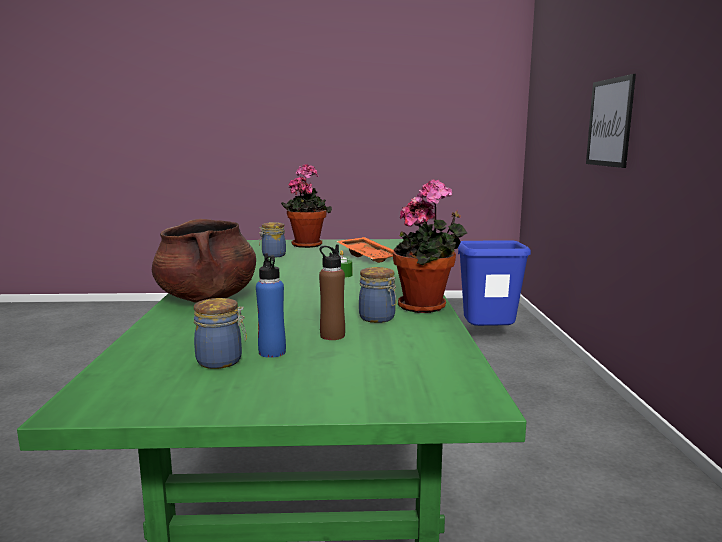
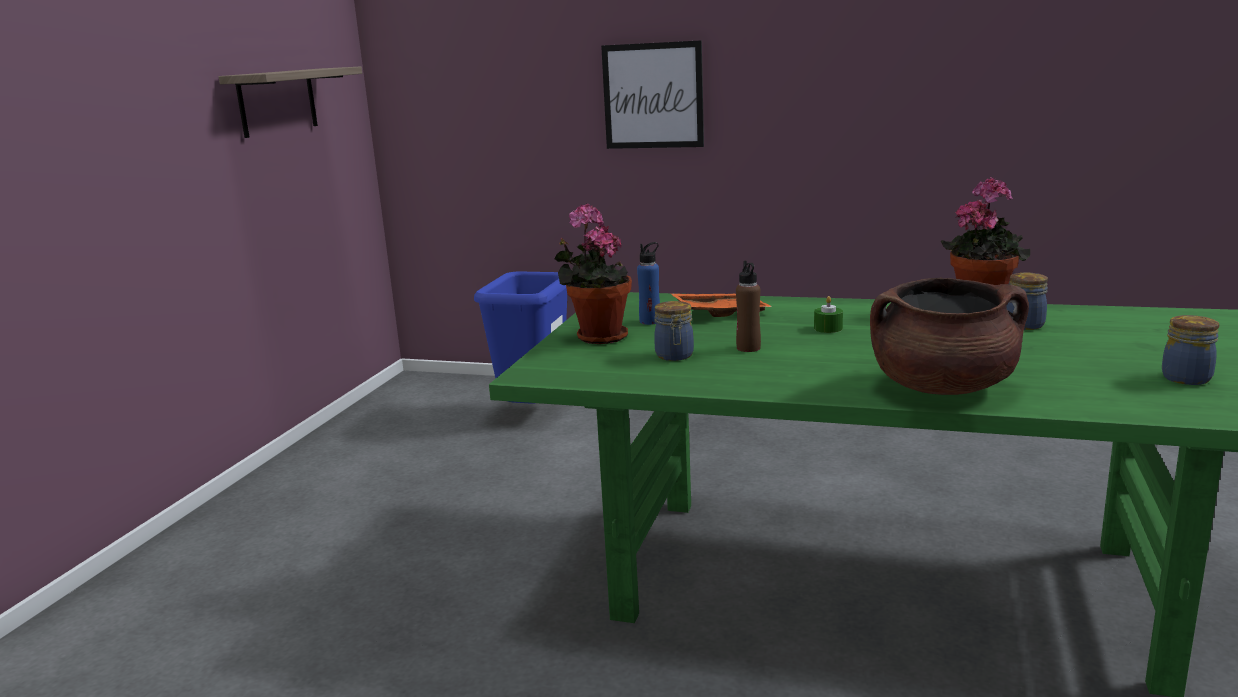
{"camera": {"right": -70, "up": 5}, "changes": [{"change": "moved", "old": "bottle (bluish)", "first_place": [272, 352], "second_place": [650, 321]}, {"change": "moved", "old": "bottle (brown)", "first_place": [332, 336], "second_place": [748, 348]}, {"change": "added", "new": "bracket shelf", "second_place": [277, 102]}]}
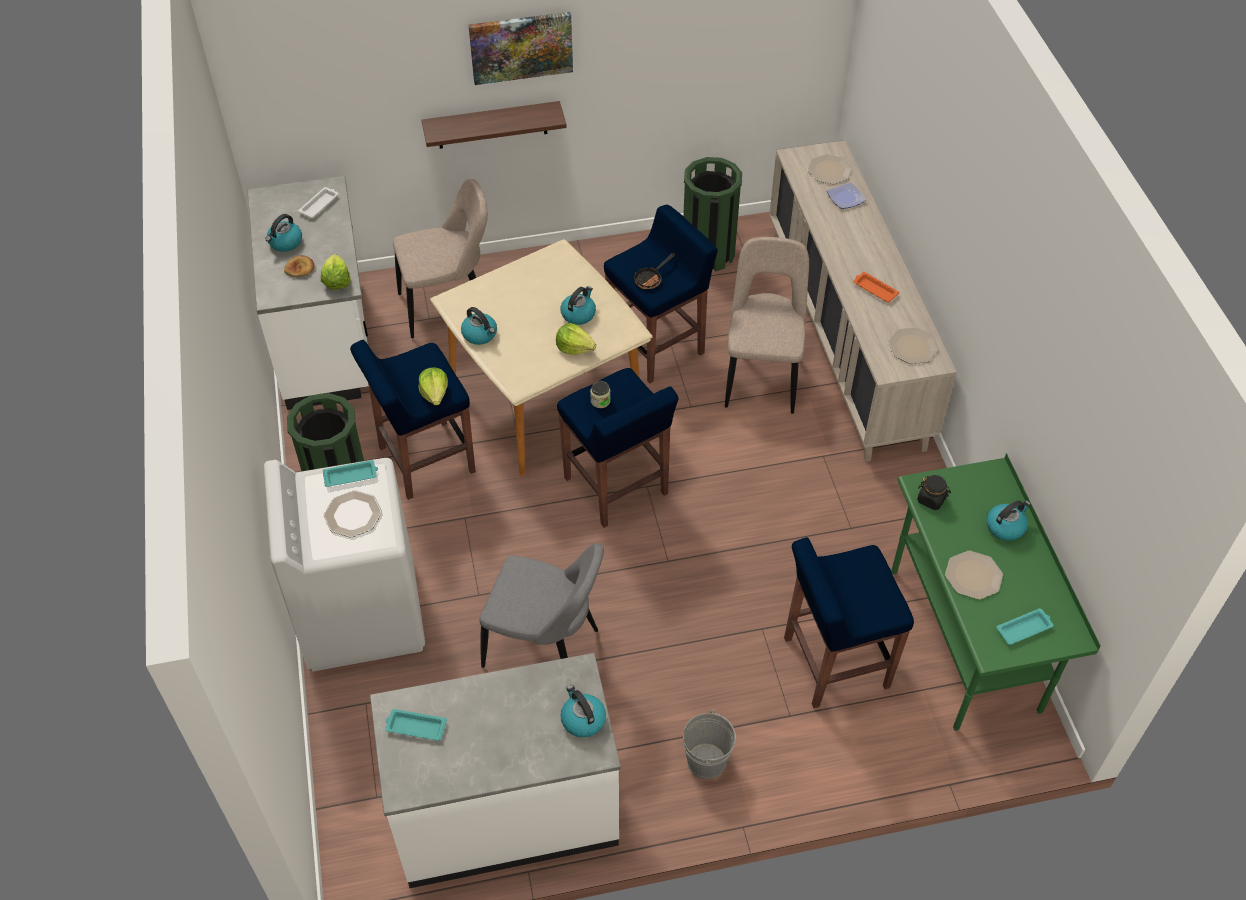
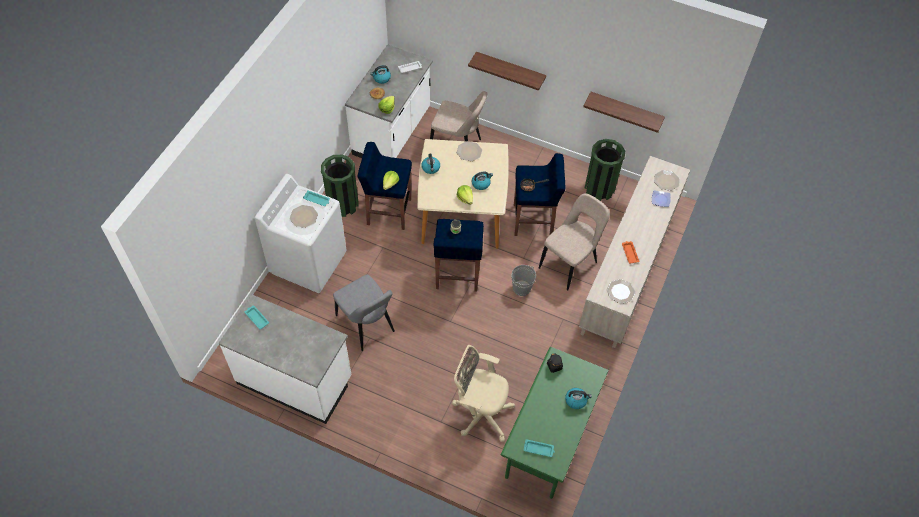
{"camera": {"right": 35, "up": 5}, "changes": [{"change": "removed", "old": "wall art", "first_place": [521, 47]}, {"change": "removed", "old": "kettle", "first_place": [582, 719]}, {"change": "moved", "old": "water bucket (greyish)", "first_place": [706, 761], "second_place": [521, 288]}, {"change": "replaced", "old": "stool seat (bluish)", "new": "computer chair (beige-coloured)", "first_place": [833, 663], "second_place": [480, 413]}, {"change": "moved", "old": "flat dish", "first_place": [973, 575], "second_place": [469, 151]}, {"change": "added", "new": "bracket shelf", "second_place": [625, 111]}]}
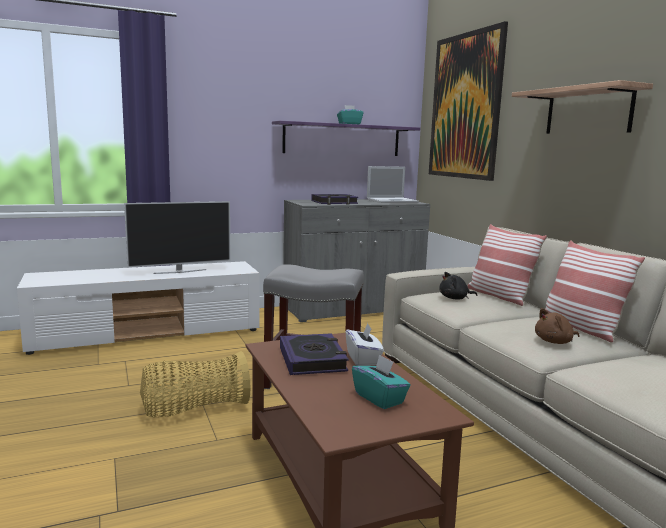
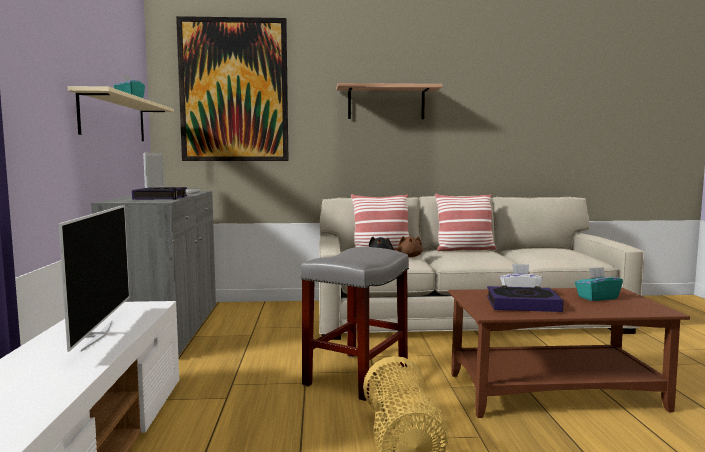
{"camera": {"right": -70, "up": -5}, "changes": [{"change": "recoloured", "old": "bracket shelf (purplish)", "new": "bracket shelf (beige-coloured)", "first_place": [342, 139], "second_place": [114, 119]}, {"change": "moved", "old": "cuddly toy (brown)", "first_place": [555, 342], "second_place": [410, 256]}]}
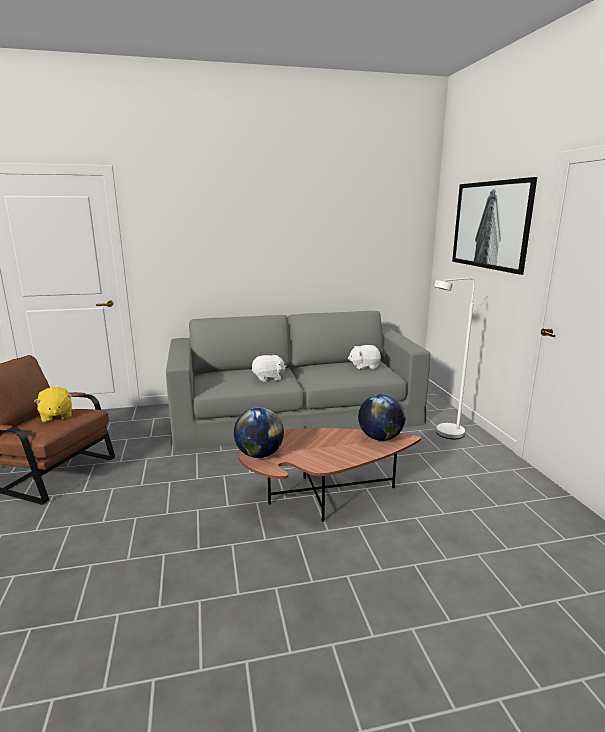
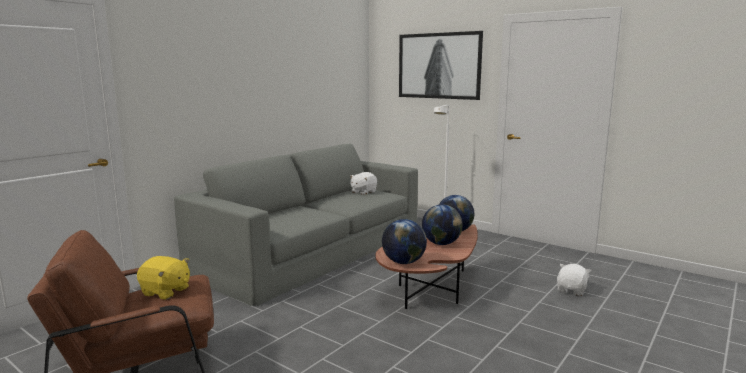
{"camera": {"right": -40, "up": -5}, "changes": [{"change": "moved", "old": "cuddly toy (whitish)", "first_place": [268, 378], "second_place": [572, 290]}, {"change": "added", "new": "desk globe", "second_place": [441, 243]}]}
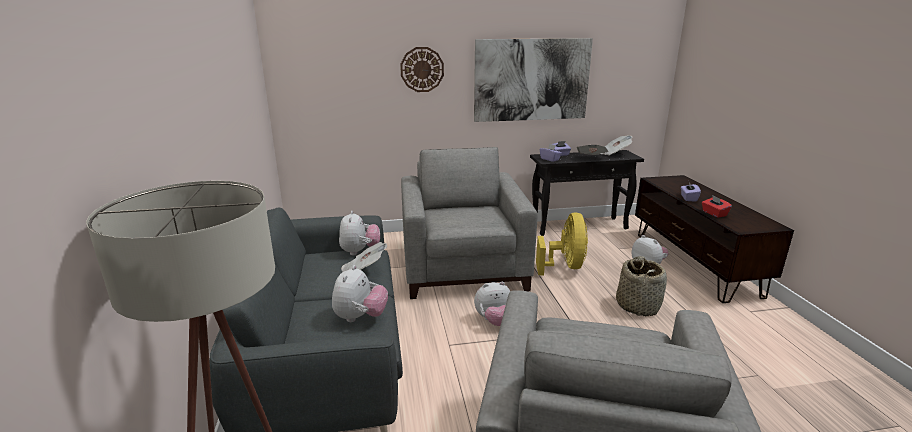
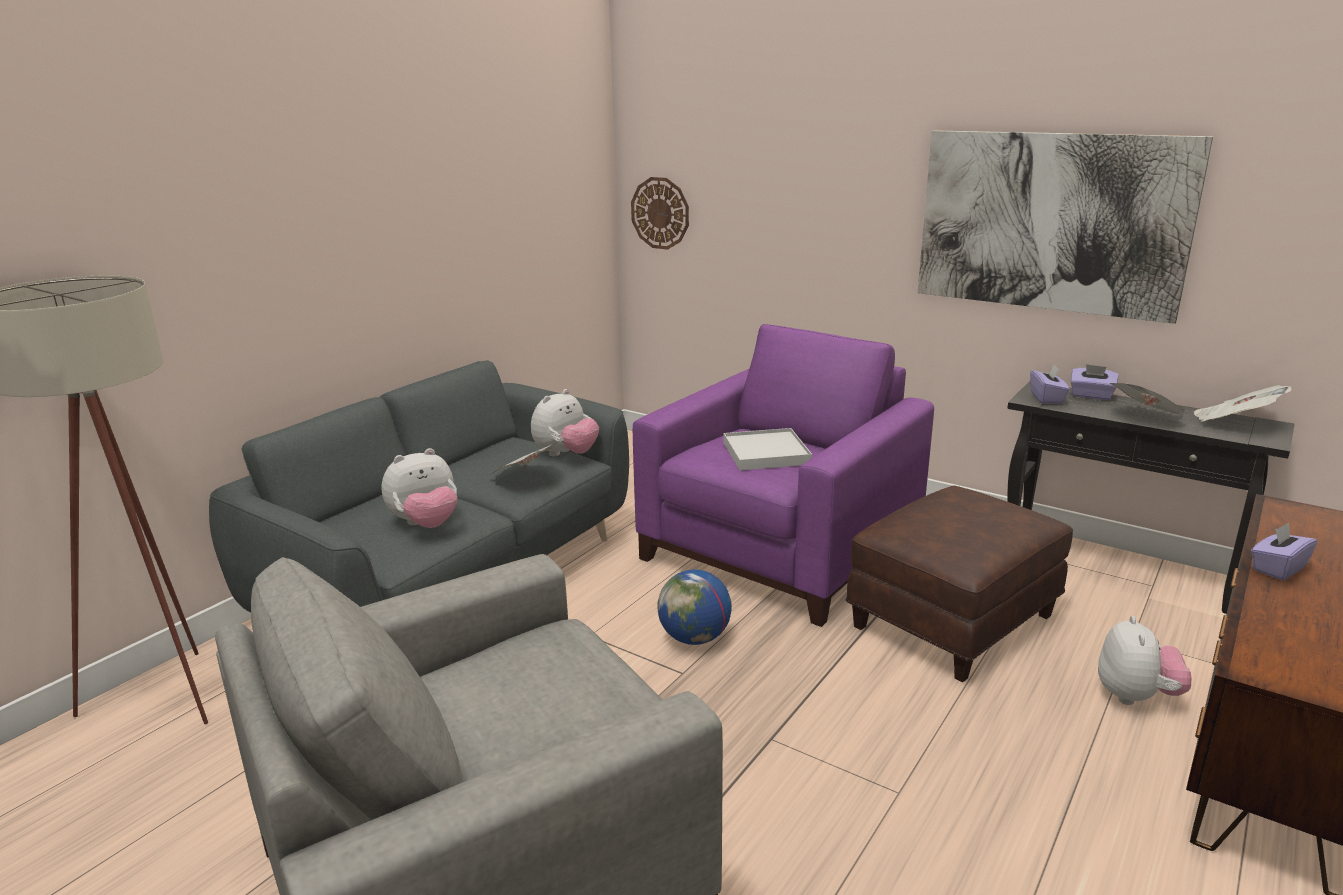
{"camera": {"right": 45, "up": 0}, "changes": [{"change": "moved", "old": "wall clock", "first_place": [422, 69], "second_place": [660, 213]}, {"change": "recoloured", "old": "easy chair (greyish)", "new": "easy chair (purplish)", "first_place": [463, 267], "second_place": [780, 549]}, {"change": "replaced", "old": "cuddly toy", "new": "desk globe", "first_place": [494, 321], "second_place": [694, 638]}, {"change": "replaced", "old": "cooling fan (yellow)", "new": "ottoman (brown)", "first_place": [565, 266], "second_place": [952, 620]}, {"change": "removed", "old": "basket", "first_place": [638, 306]}, {"change": "removed", "old": "tissue box (red)", "first_place": [714, 213]}, {"change": "added", "new": "carrying tray (whitish)", "second_place": [766, 453]}]}
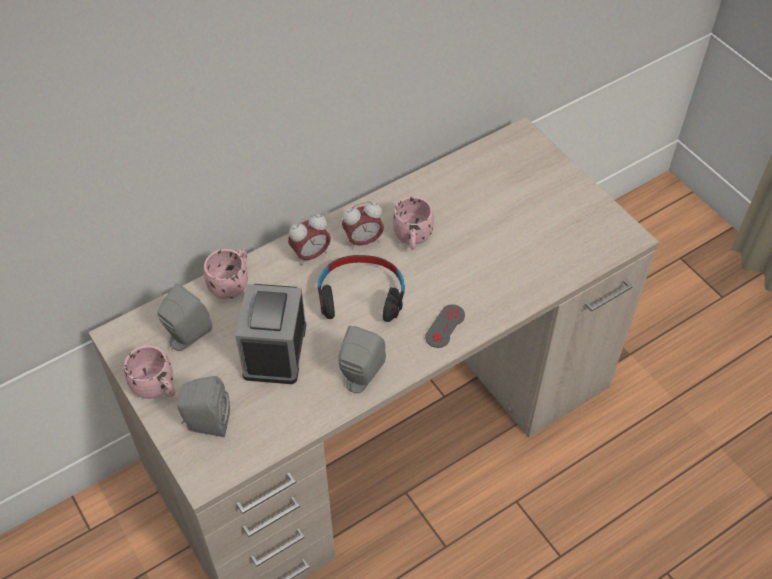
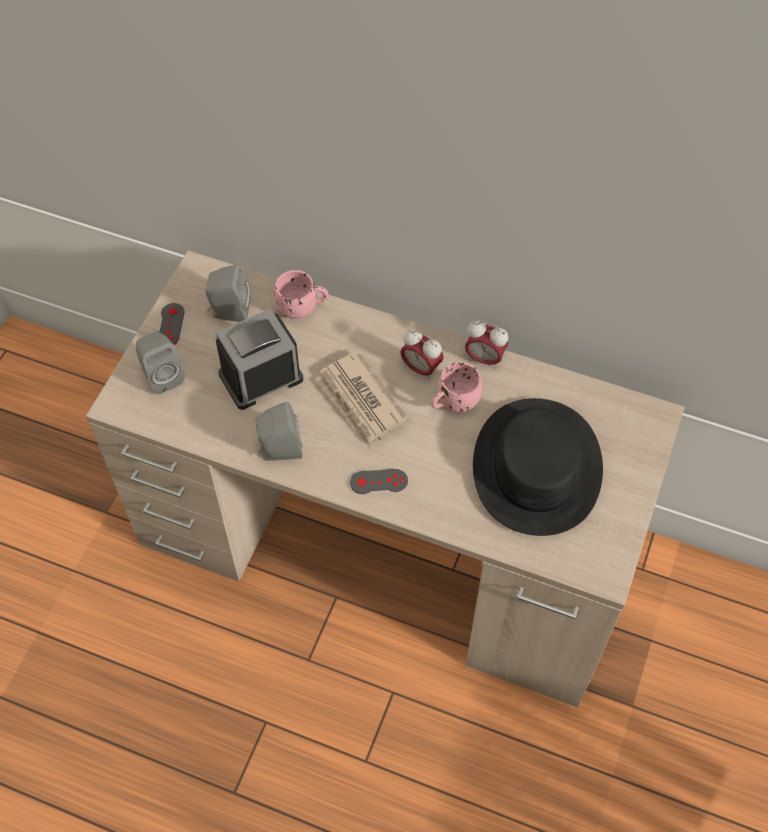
{"camera": {"right": 55, "up": 5}, "changes": [{"change": "replaced", "old": "coffee mug (pinkish)", "new": "gamepad (greyish)", "first_place": [157, 388], "second_place": [170, 325]}, {"change": "moved", "old": "alarm clock", "first_place": [311, 255], "second_place": [484, 359]}, {"change": "replaced", "old": "pair of headphones (black-coloured)", "new": "newspaper", "first_place": [361, 296], "second_place": [361, 402]}, {"change": "added", "new": "hat (black-coloured)", "second_place": [537, 467]}]}
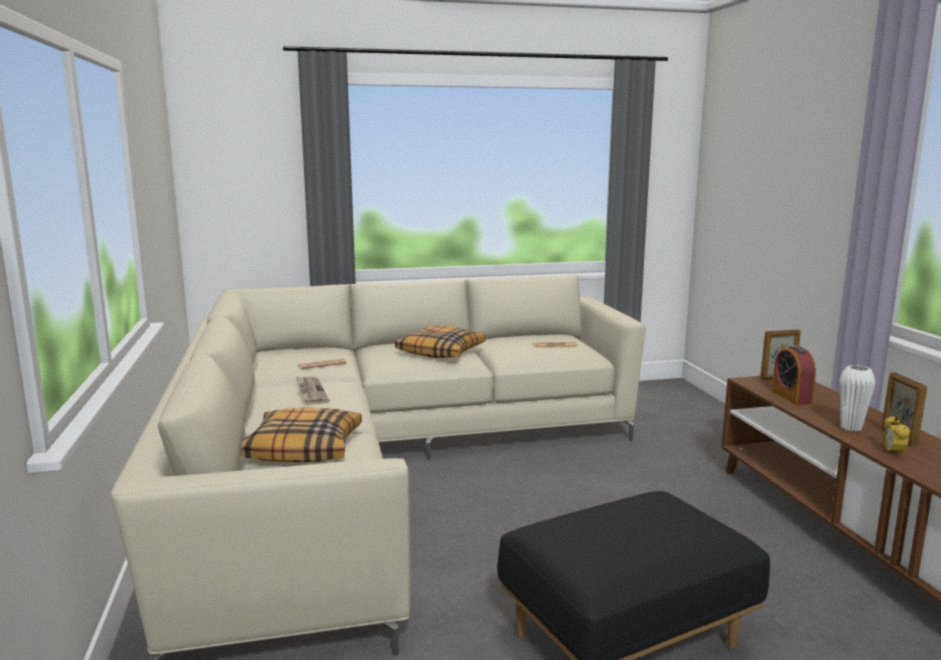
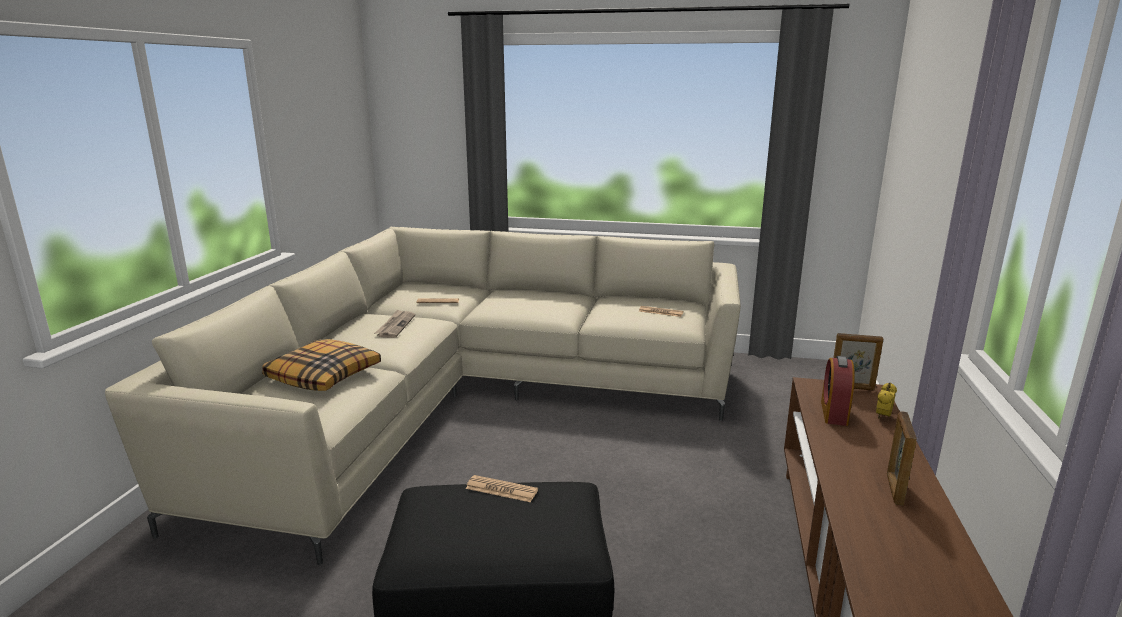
{"camera": {"right": 25, "up": 5}, "changes": [{"change": "removed", "old": "throw pillow", "first_place": [441, 352]}, {"change": "removed", "old": "vase (whitish)", "first_place": [851, 427]}, {"change": "moved", "old": "alarm clock", "first_place": [893, 453], "second_place": [883, 416]}, {"change": "added", "new": "newspaper", "second_place": [501, 489]}]}
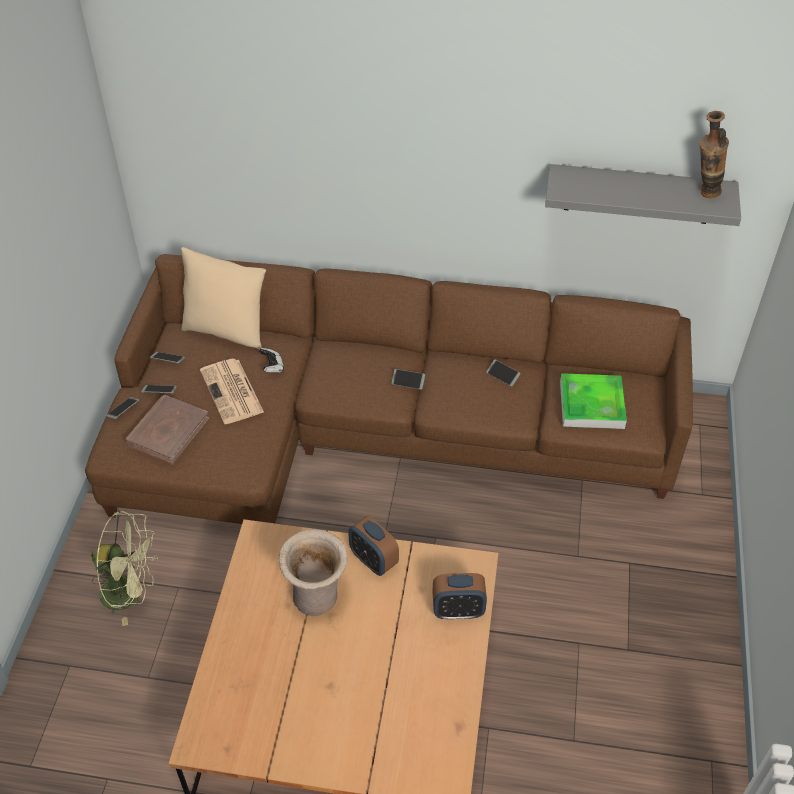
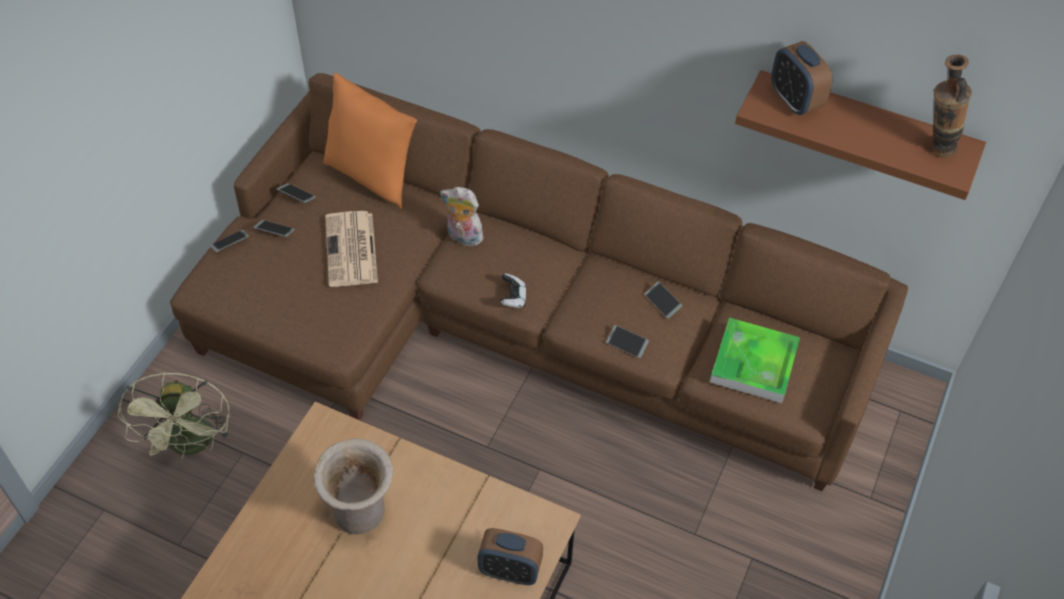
{"camera": {"right": 15, "up": 5}, "changes": [{"change": "turned", "old": "cooling fan (green)", "first_place": [131, 592], "second_place": [192, 445], "degrees": 60}, {"change": "removed", "old": "bound book (brown)", "first_place": [168, 431]}, {"change": "recoloured", "old": "throw pillow (beige-coloured)", "new": "throw pillow (orangey)", "first_place": [226, 331], "second_place": [372, 176]}, {"change": "moved", "old": "gamepad", "first_place": [272, 366], "second_place": [513, 297]}, {"change": "moved", "old": "alarm clock", "first_place": [373, 560], "second_place": [795, 100]}, {"change": "moved", "old": "phone", "first_place": [408, 381], "second_place": [627, 344]}, {"change": "recoloured", "old": "bracket shelf (greyish)", "new": "bracket shelf (brown)", "first_place": [638, 194], "second_place": [863, 129]}, {"change": "added", "new": "cuddly toy", "second_place": [462, 237]}]}
